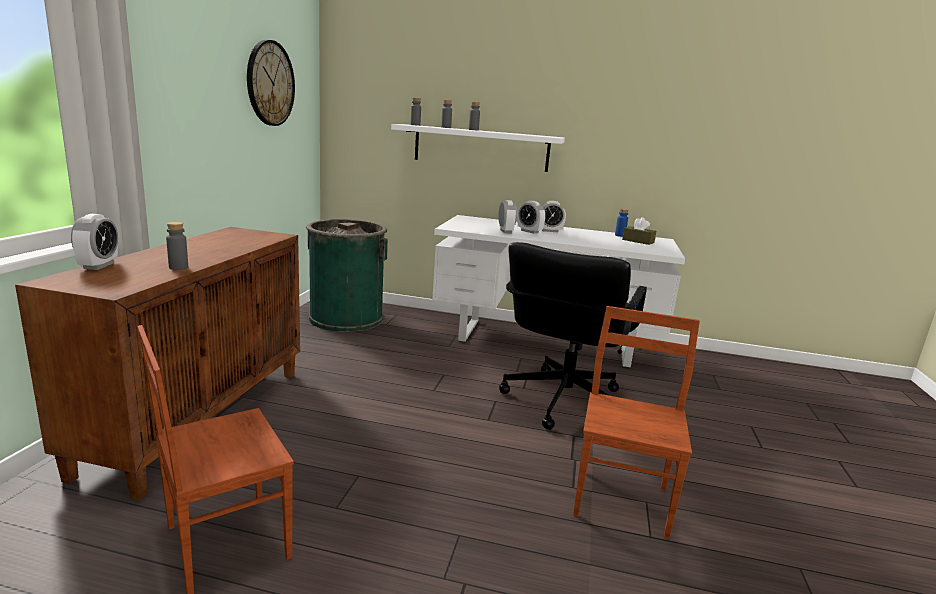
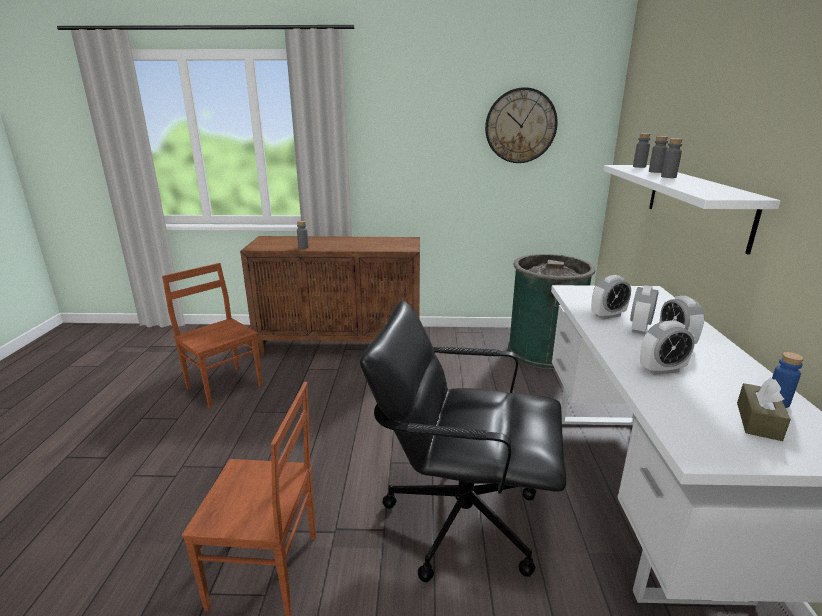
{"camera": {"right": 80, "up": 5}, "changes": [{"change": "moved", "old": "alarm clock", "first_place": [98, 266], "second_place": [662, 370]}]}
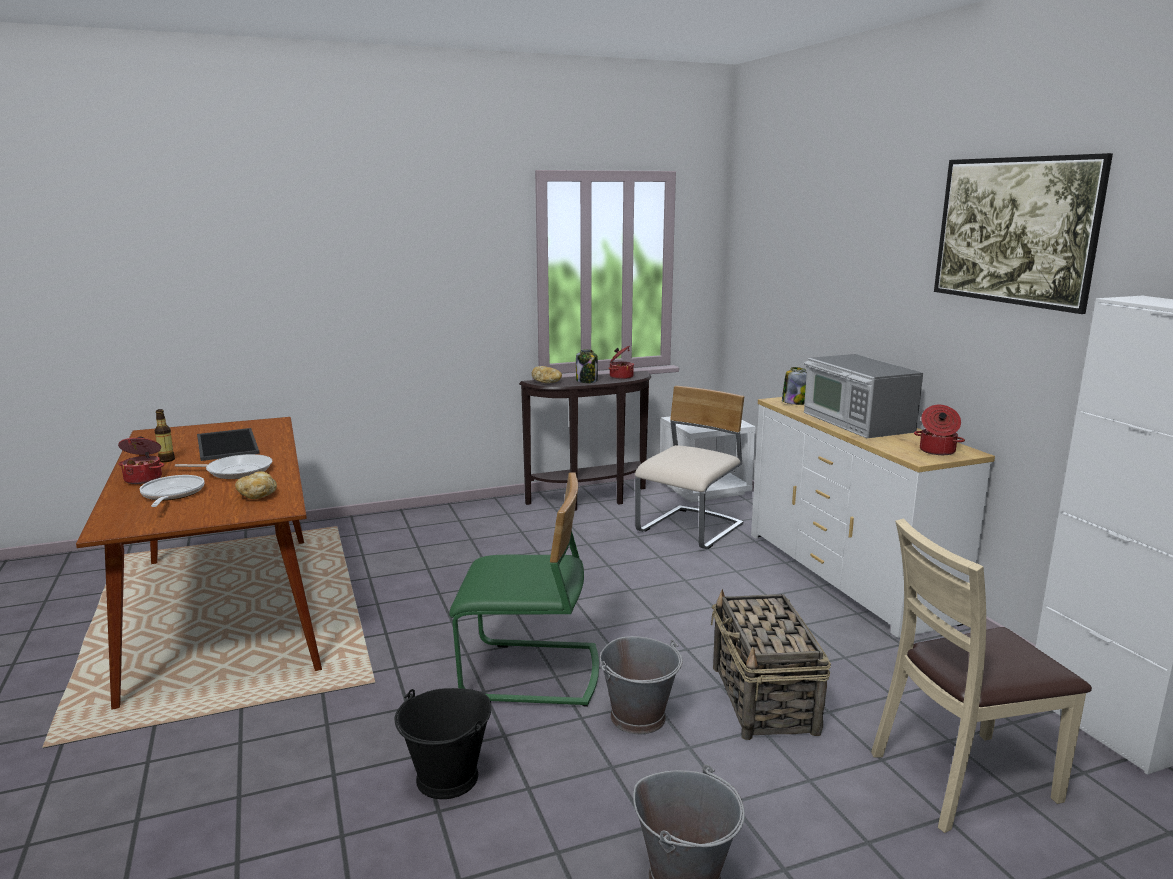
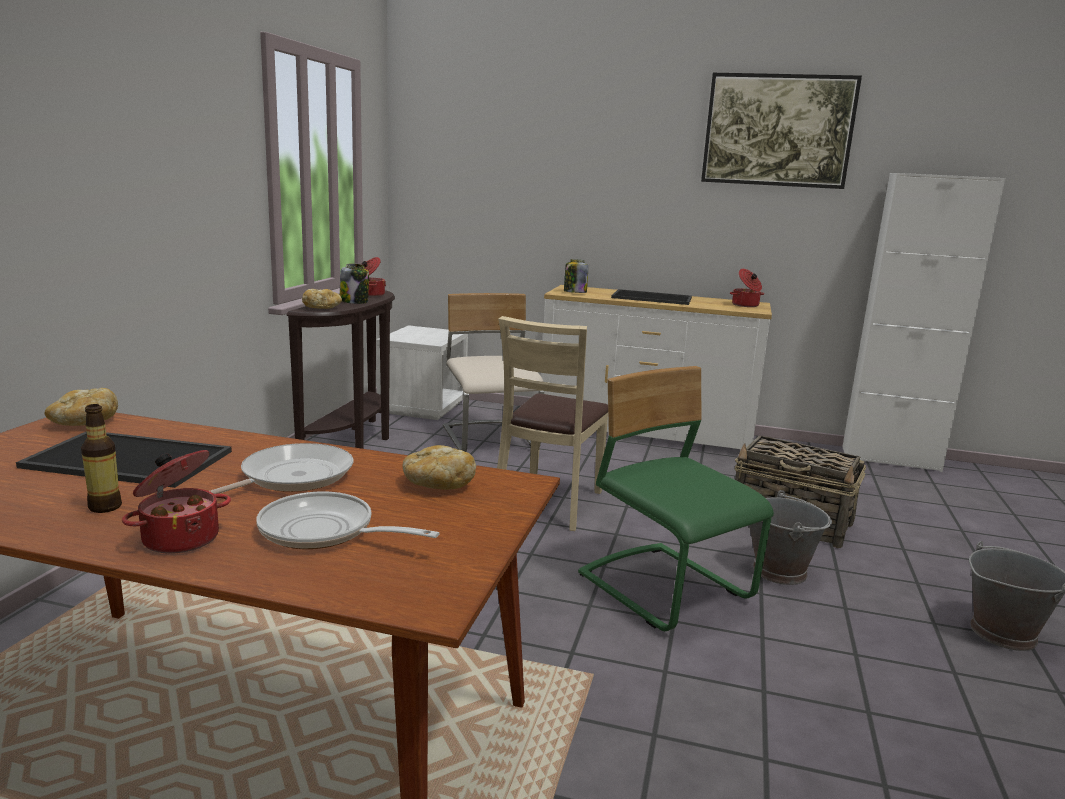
{"camera": {"right": -55, "up": 0}, "changes": [{"change": "removed", "old": "water bucket (black-coloured)", "first_place": [447, 778]}, {"change": "turned", "old": "upright chair (green)", "first_place": [531, 674], "second_place": [665, 588], "degrees": -75}, {"change": "replaced", "old": "kitchen microwave", "new": "carrying tray", "first_place": [856, 422], "second_place": [653, 298]}, {"change": "moved", "old": "upright chair (beige-coloured)", "first_place": [962, 779], "second_place": [549, 503]}, {"change": "added", "new": "baked bread", "second_place": [84, 423]}]}
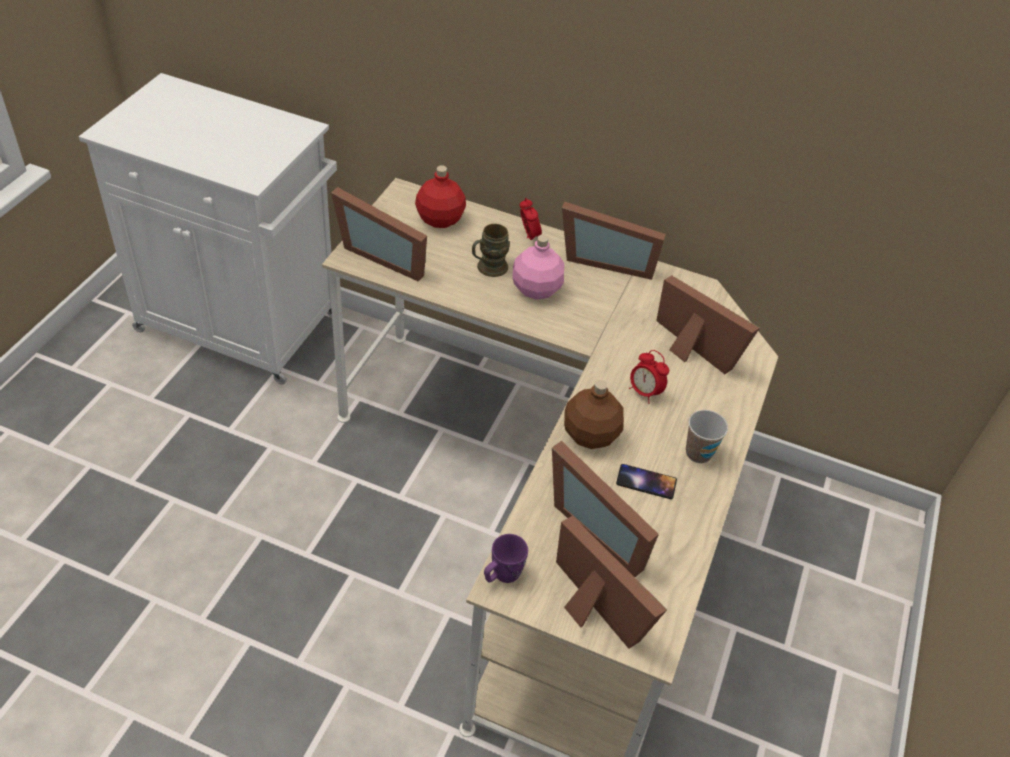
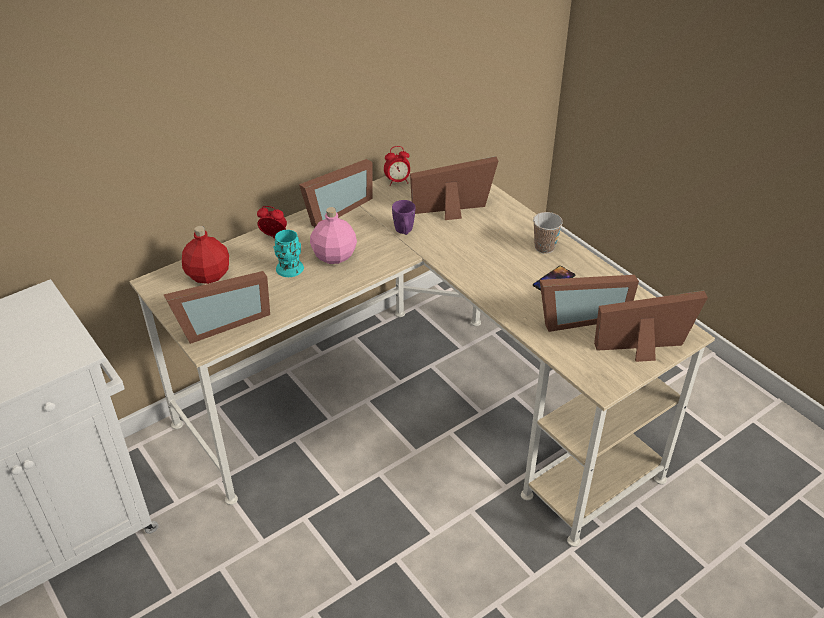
{"camera": {"right": -55, "up": -5}, "changes": [{"change": "recoloured", "old": "coffee mug (brown)", "new": "coffee mug (turquoise-coloured)", "first_place": [487, 269], "second_place": [290, 272]}, {"change": "moved", "old": "coffee mug (purplish)", "first_place": [502, 575], "second_place": [404, 231]}, {"change": "removed", "old": "bottle (brown)", "first_place": [591, 435]}, {"change": "moved", "old": "alarm clock", "first_place": [644, 392], "second_place": [397, 181]}]}
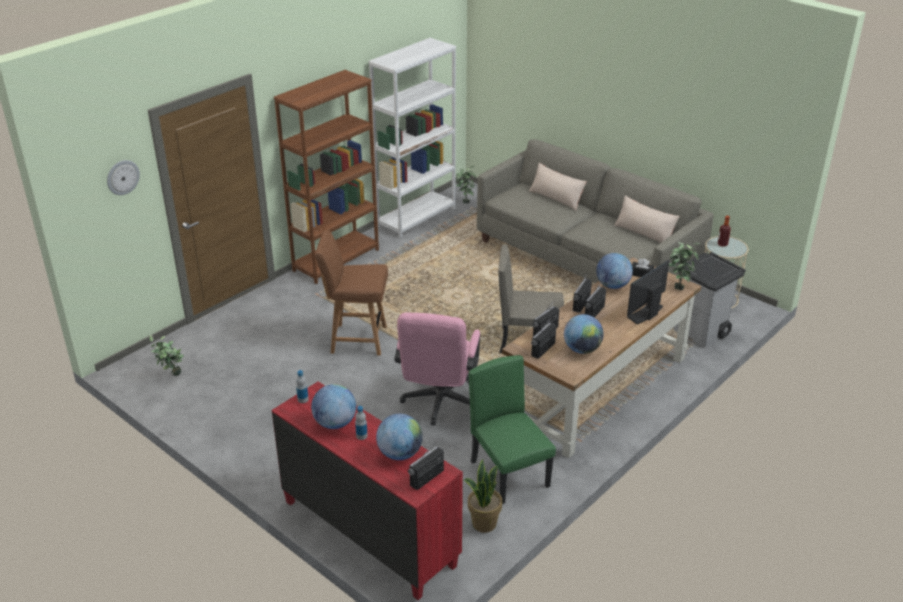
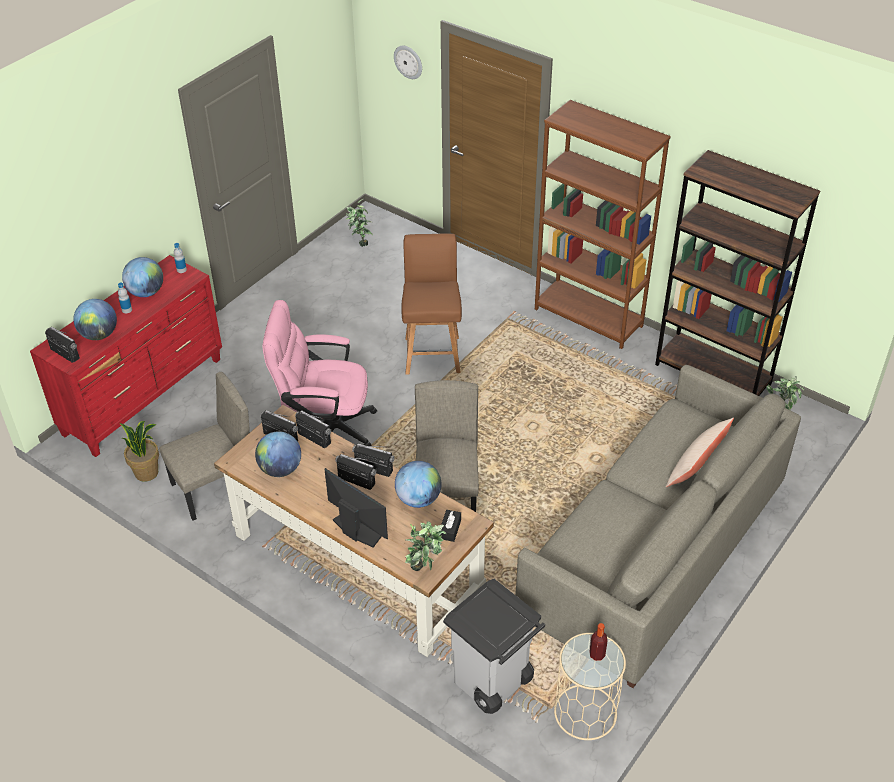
{"camera": {"right": 85, "up": 10}, "changes": [{"change": "recoloured", "old": "shelving unit (whitish)", "new": "shelving unit (brown)", "first_place": [416, 217], "second_place": [713, 374]}, {"change": "recoloured", "old": "upright chair (green)", "new": "upright chair (beige-coloured)", "first_place": [510, 474], "second_place": [214, 489]}, {"change": "removed", "old": "throw pillow (beige-coloured)", "first_place": [644, 233]}]}
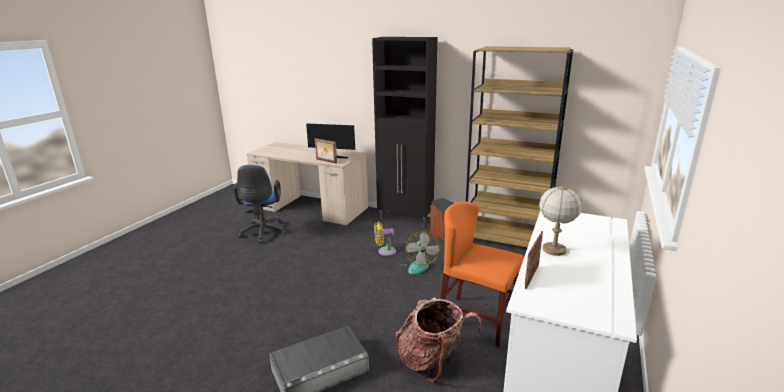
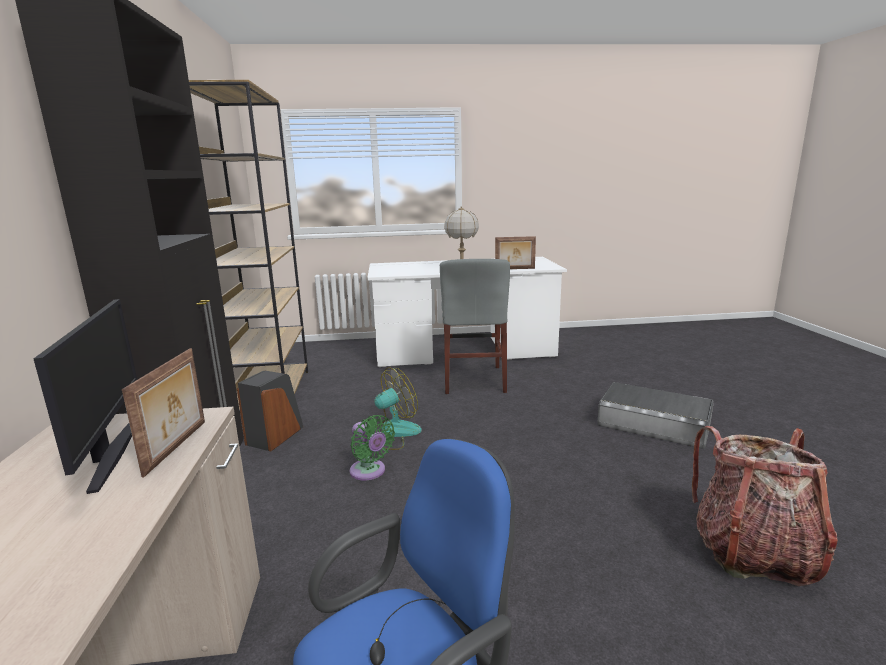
{"camera": {"right": -120, "up": -5}, "changes": [{"change": "recoloured", "old": "cooling fan (yellow)", "new": "cooling fan (green)", "first_place": [385, 251], "second_place": [369, 472]}, {"change": "moved", "old": "backpack", "first_place": [432, 362], "second_place": [753, 552]}, {"change": "recoloured", "old": "upright chair (orangey)", "new": "upright chair (greyish)", "first_place": [476, 320], "second_place": [473, 379]}]}
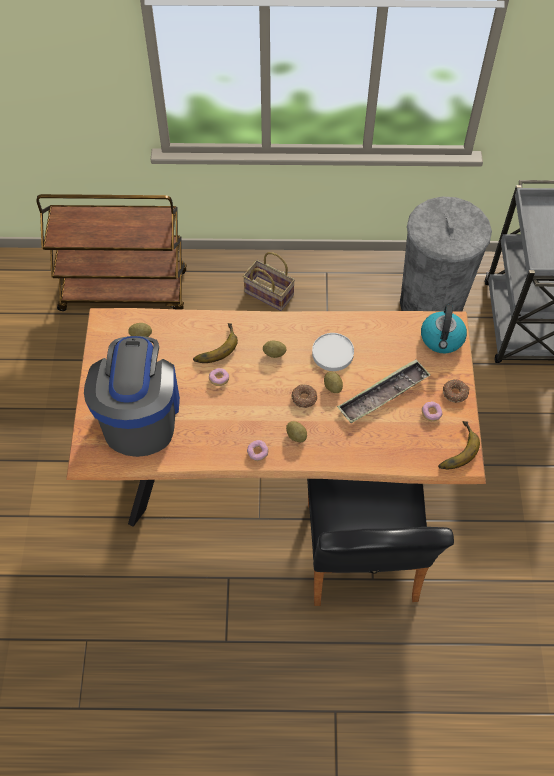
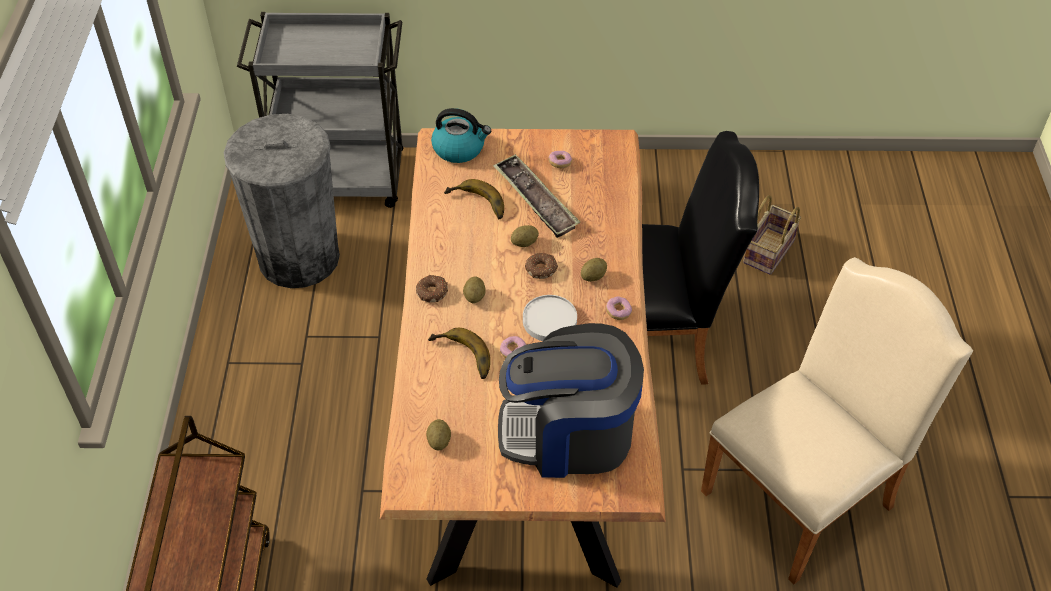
{"camera": {"right": -90, "up": -10}, "changes": [{"change": "moved", "old": "basket", "first_place": [267, 294], "second_place": [769, 253]}, {"change": "moved", "old": "flat dish (whitish)", "first_place": [333, 353], "second_place": [549, 320]}, {"change": "moved", "old": "banana fruit", "first_place": [454, 448], "second_place": [476, 205]}, {"change": "moved", "old": "donut", "first_place": [455, 393], "second_place": [432, 292]}, {"change": "added", "new": "upright chair (beige-coloured)", "second_place": [806, 492]}]}
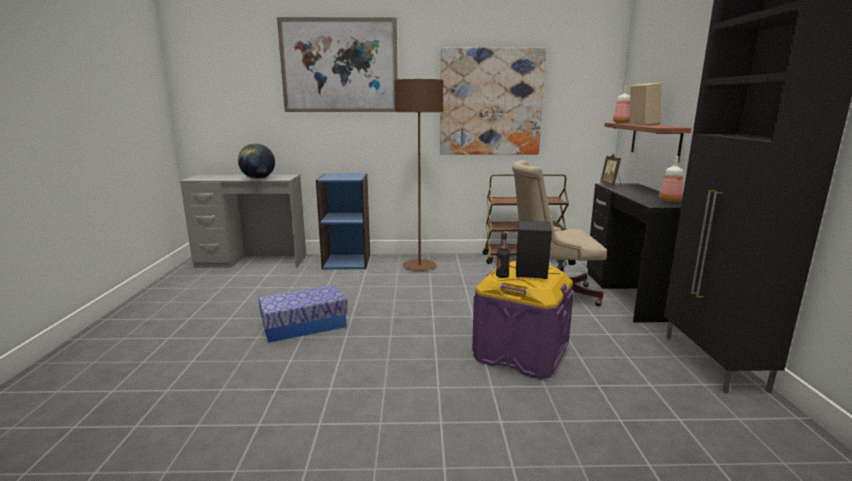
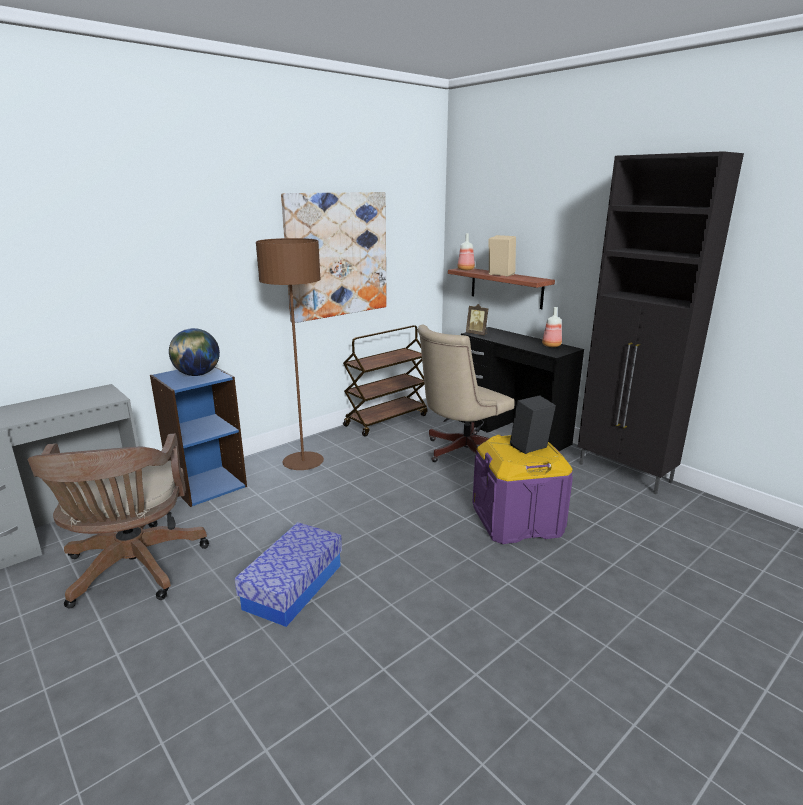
{"camera": {"right": -40, "up": 5}, "changes": [{"change": "moved", "old": "desk globe", "first_place": [258, 178], "second_place": [197, 374]}, {"change": "removed", "old": "wall art", "first_place": [339, 66]}, {"change": "removed", "old": "bottle", "first_place": [502, 276]}, {"change": "added", "new": "computer chair (brown)", "second_place": [133, 570]}]}
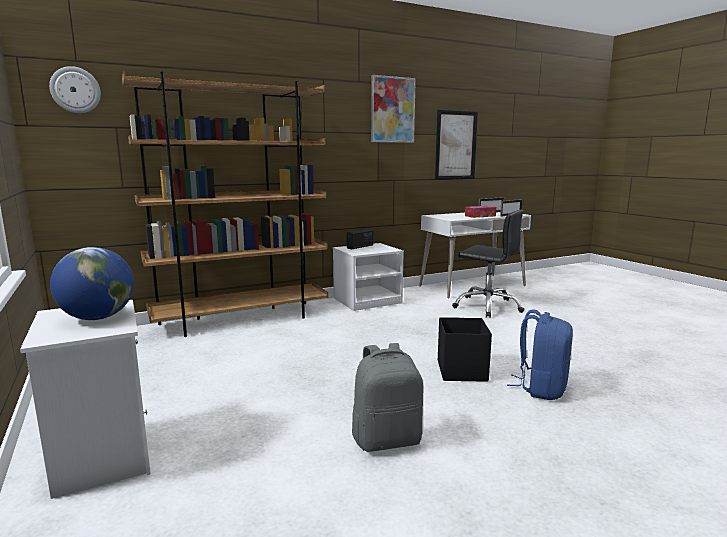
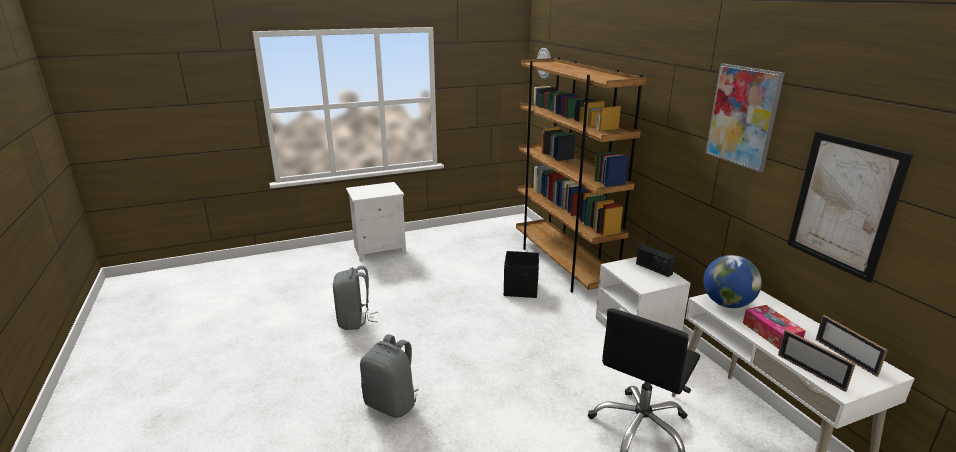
{"camera": {"right": 95, "up": 10}, "changes": [{"change": "moved", "old": "desk globe", "first_place": [98, 318], "second_place": [727, 304]}, {"change": "moved", "old": "storage box (black-coloured)", "first_place": [462, 370], "second_place": [521, 289]}, {"change": "recoloured", "old": "backpack (bluish)", "new": "backpack (greyish)", "first_place": [541, 388], "second_place": [391, 404]}]}
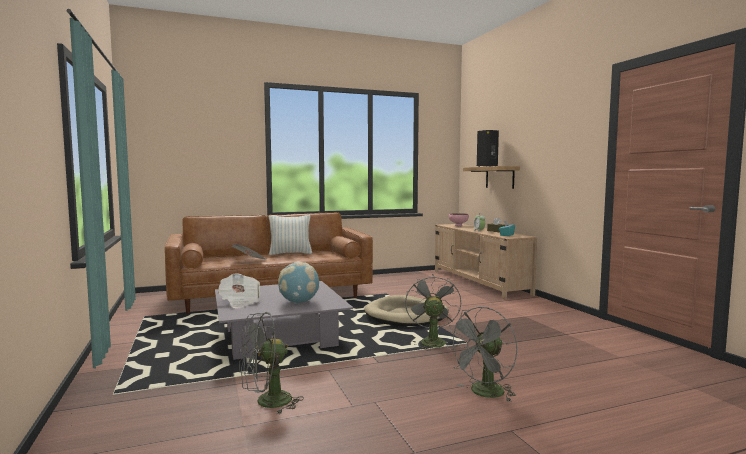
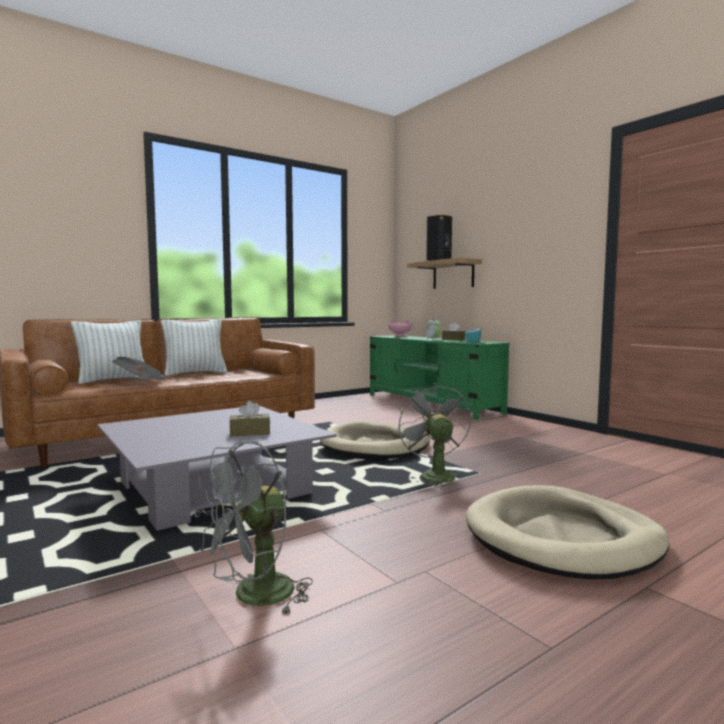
{"camera": {"right": -15, "up": 0}, "changes": [{"change": "removed", "old": "newspaper", "first_place": [240, 302]}, {"change": "replaced", "old": "desk globe", "new": "tissue box (brown)", "first_place": [299, 302], "second_place": [250, 433]}, {"change": "recoloured", "old": "tv unit (beige-coloured)", "new": "tv unit (green)", "first_place": [479, 282], "second_place": [431, 403]}, {"change": "replaced", "old": "cooling fan (greyish)", "new": "pet bed (beige-coloured)", "first_place": [484, 394], "second_place": [562, 538]}, {"change": "added", "new": "throw pillow", "second_place": [113, 380]}]}
